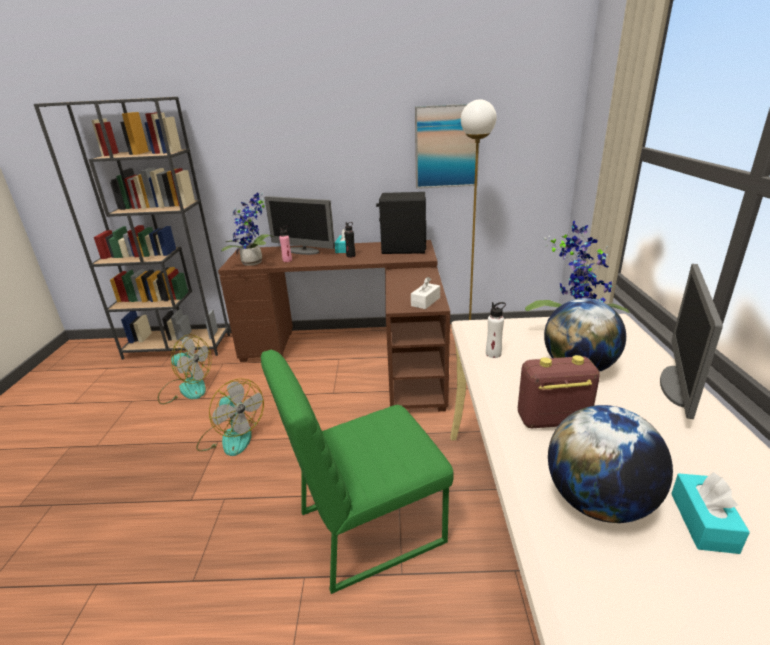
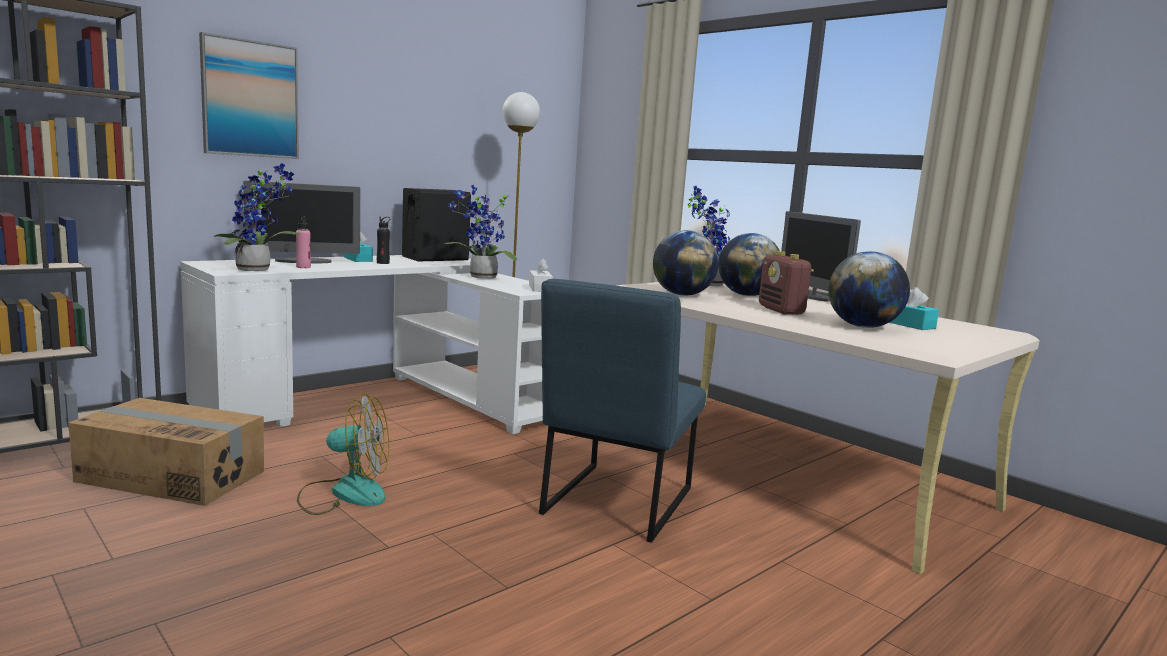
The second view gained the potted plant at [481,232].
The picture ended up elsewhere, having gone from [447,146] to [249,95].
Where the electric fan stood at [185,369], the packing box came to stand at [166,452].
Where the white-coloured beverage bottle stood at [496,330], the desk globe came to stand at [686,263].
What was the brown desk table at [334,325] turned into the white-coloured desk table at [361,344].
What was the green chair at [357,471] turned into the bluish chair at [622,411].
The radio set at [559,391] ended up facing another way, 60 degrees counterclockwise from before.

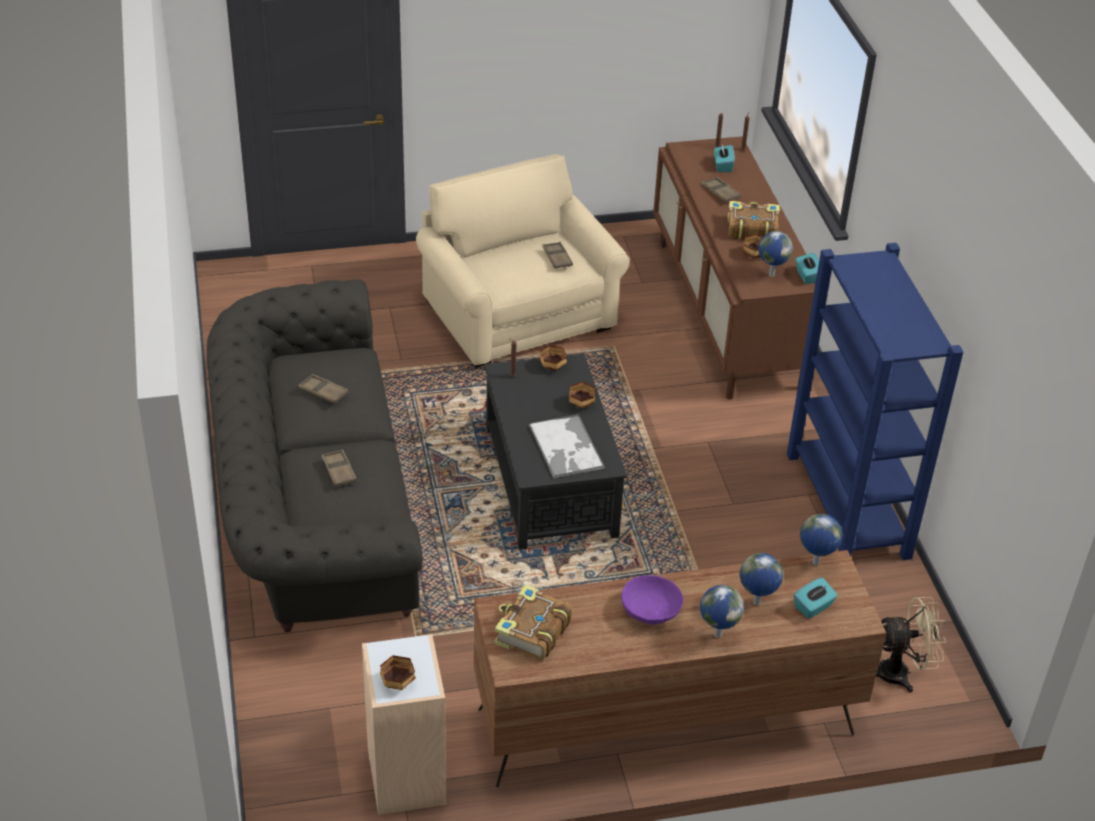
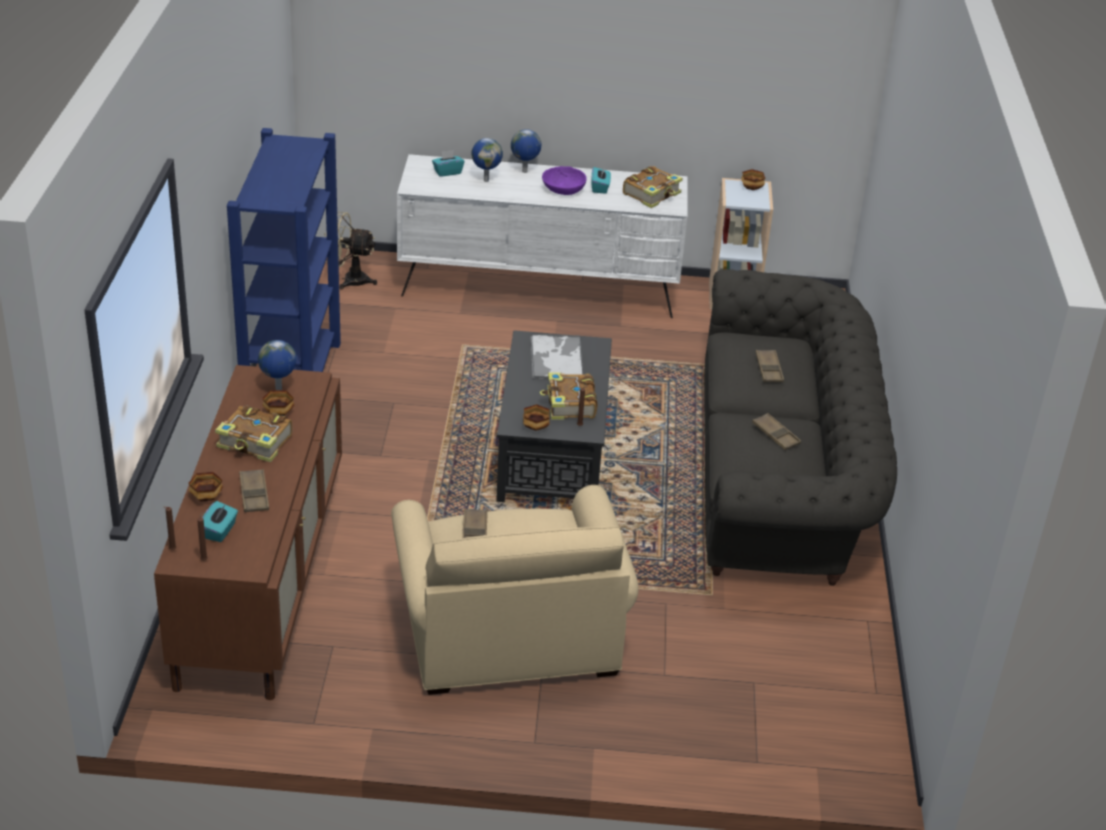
The second view lost the desk globe at [821,540].
The second view gained the bound book at [568,396].
The deep dish ended up elsewhere, having gone from [582,395] to [206,486].
The turquoise-coloured box of tissues ended up elsewhere, having gone from [807,268] to [601,180].
What was the brown media console at [680,668] turned into the white-coloured media console at [542,236].

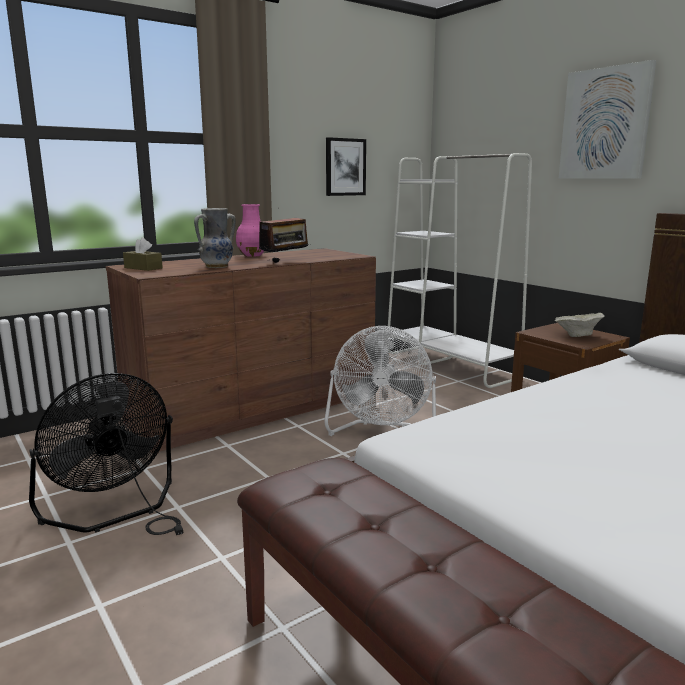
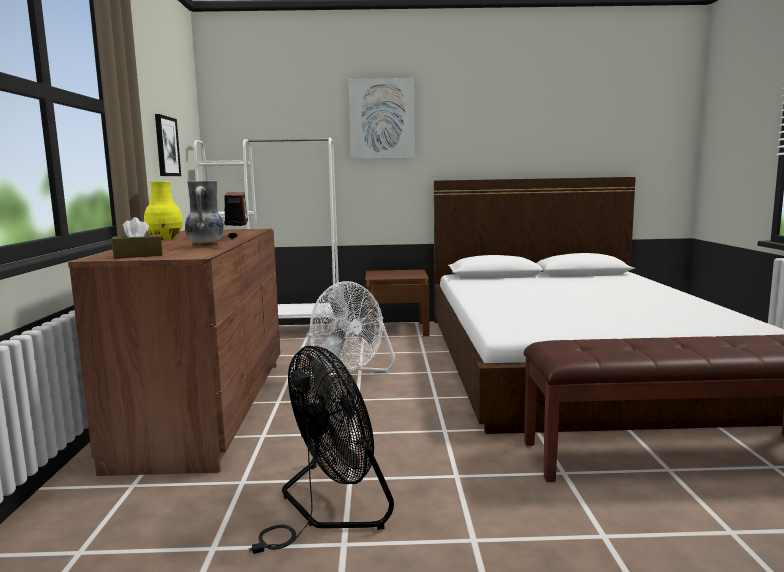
The second view lost the beige-coloured deep dish at [580,325].
What was the pink-coloured flower vase at [250,230] turned into the yellowish flower vase at [163,210].
The black-coloured electric fan at [106,454] ended up facing another way, 150 degrees clockwise from before.

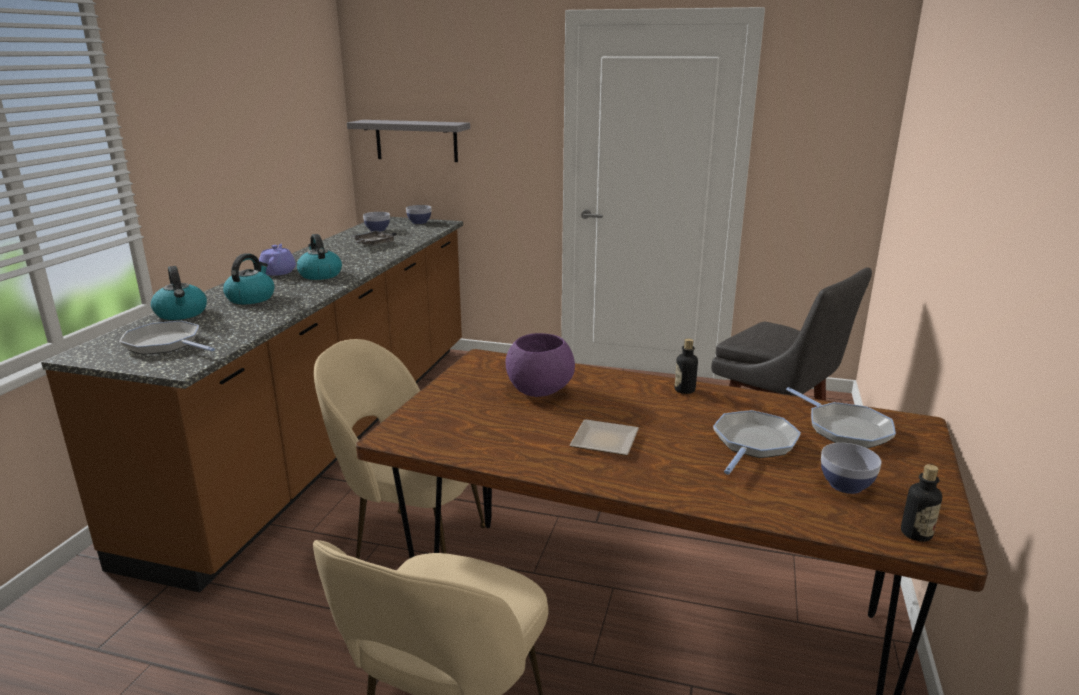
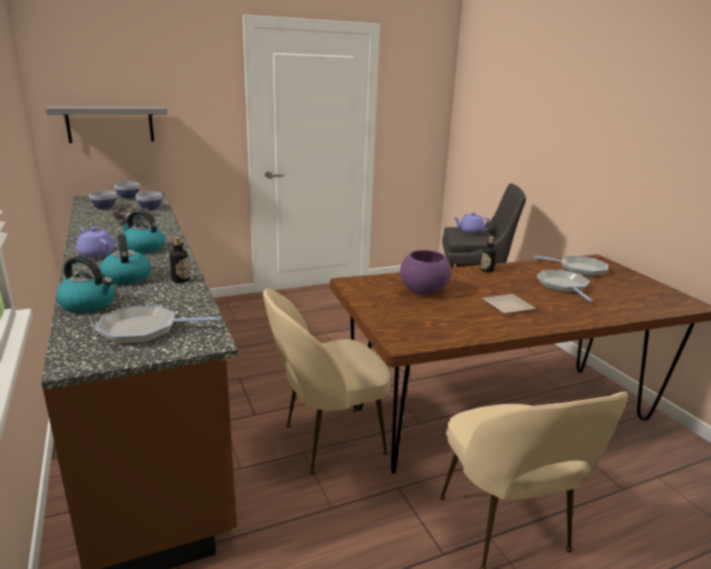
The second view gained the purplish teapot at [471,223].
The deep dish ended up elsewhere, having gone from [851,468] to [149,200].
The beverage bottle ended up elsewhere, having gone from [921,503] to [179,259].

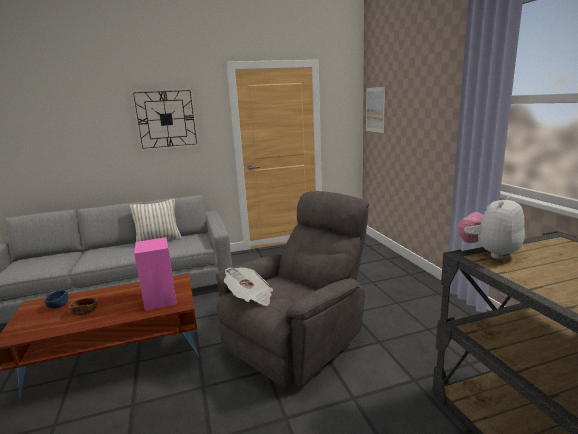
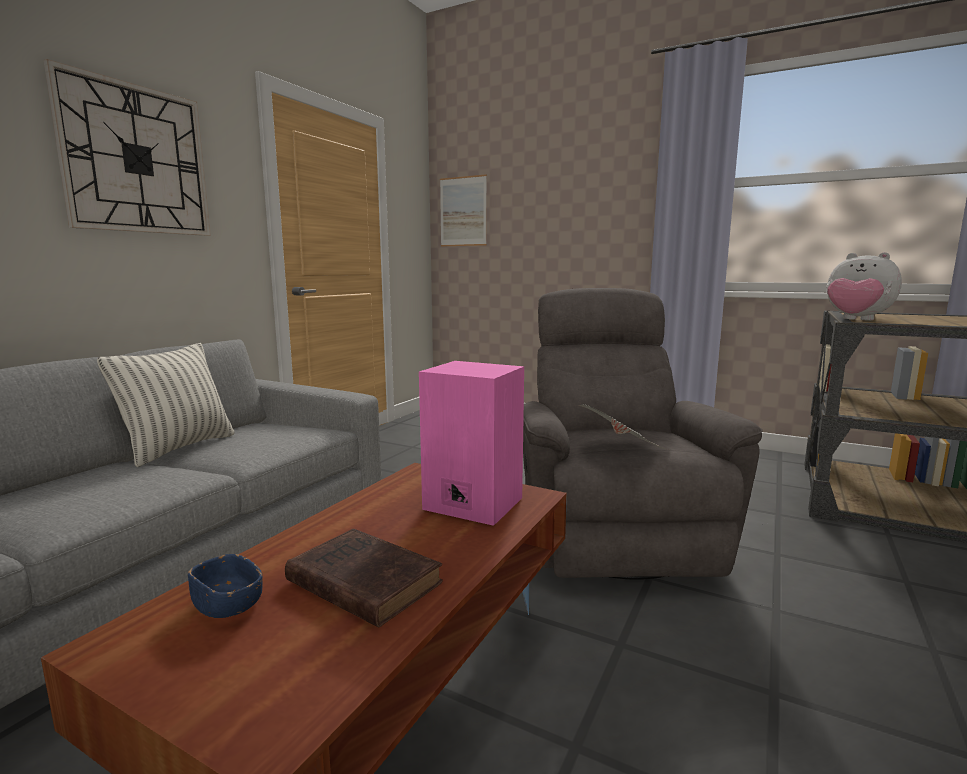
Where the brown deep dish stood at [83,307], the brown bound book came to stand at [364,578].
The soft toy at [491,227] ended up facing another way, 45 degrees counterclockwise from before.

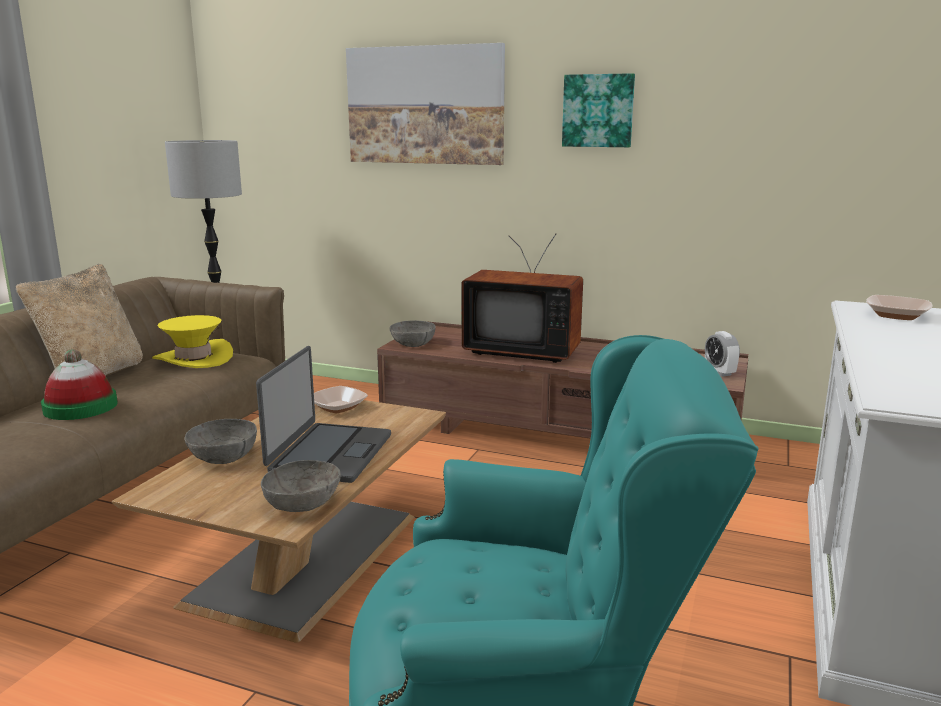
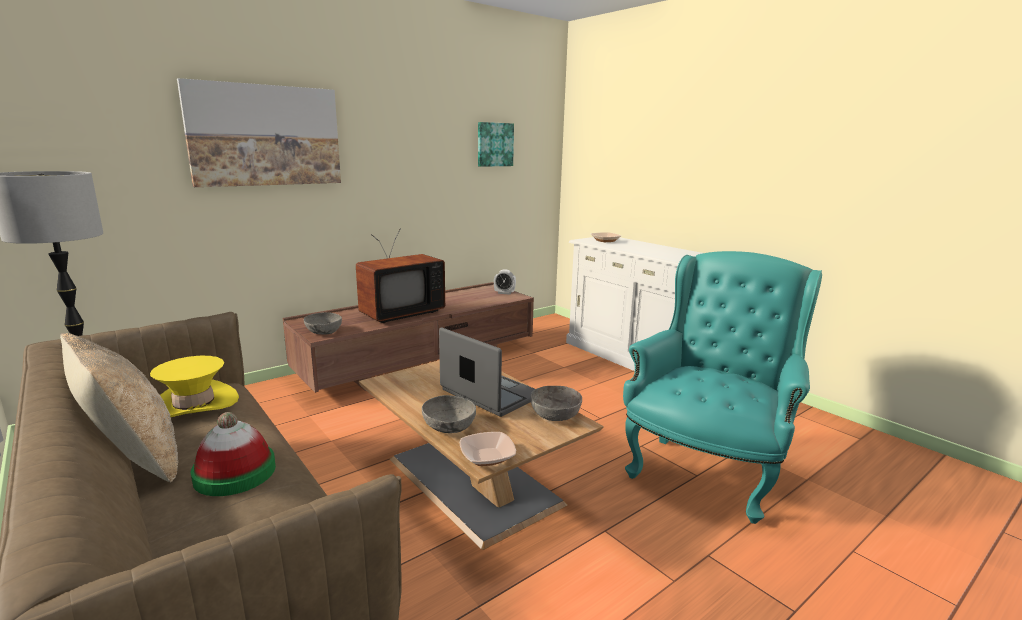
The deep dish ended up elsewhere, having gone from [341,399] to [488,449].
The picture ended up elsewhere, having gone from [598,110] to [496,144].

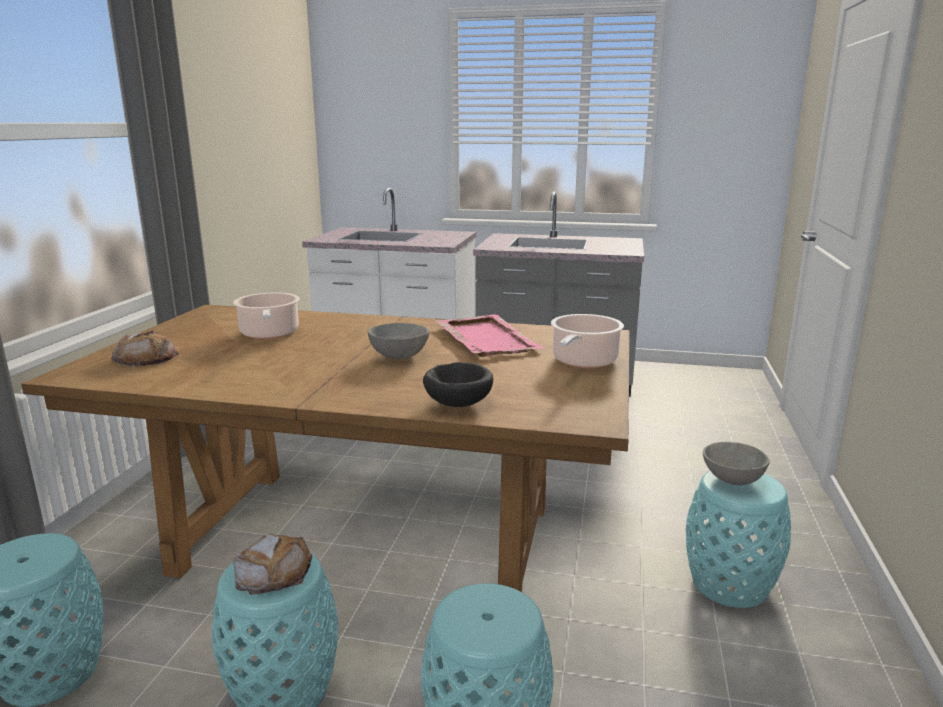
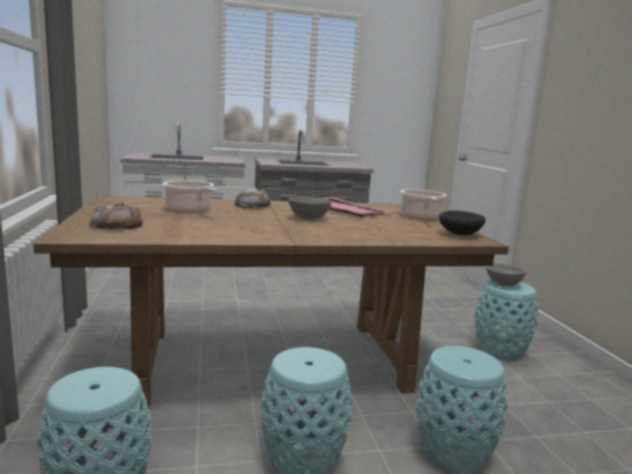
The bakery bread ended up elsewhere, having gone from [272,564] to [253,197].
The black-coloured deep dish ended up elsewhere, having gone from [458,384] to [462,223].

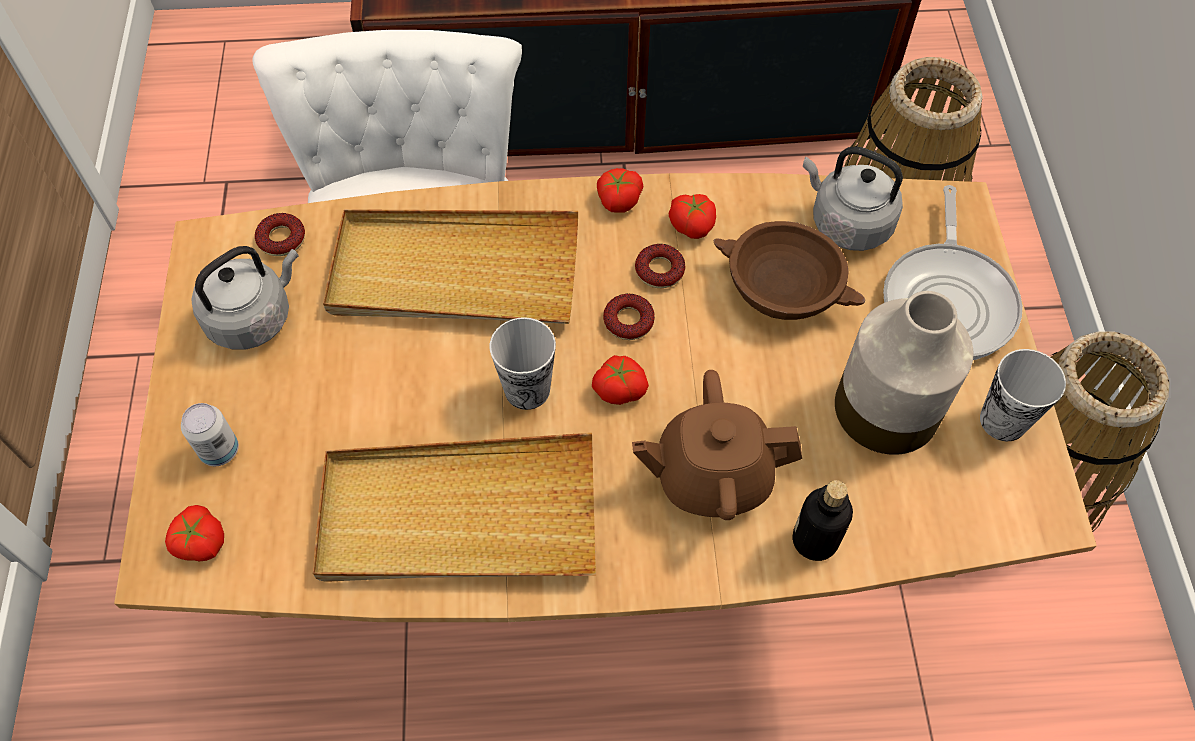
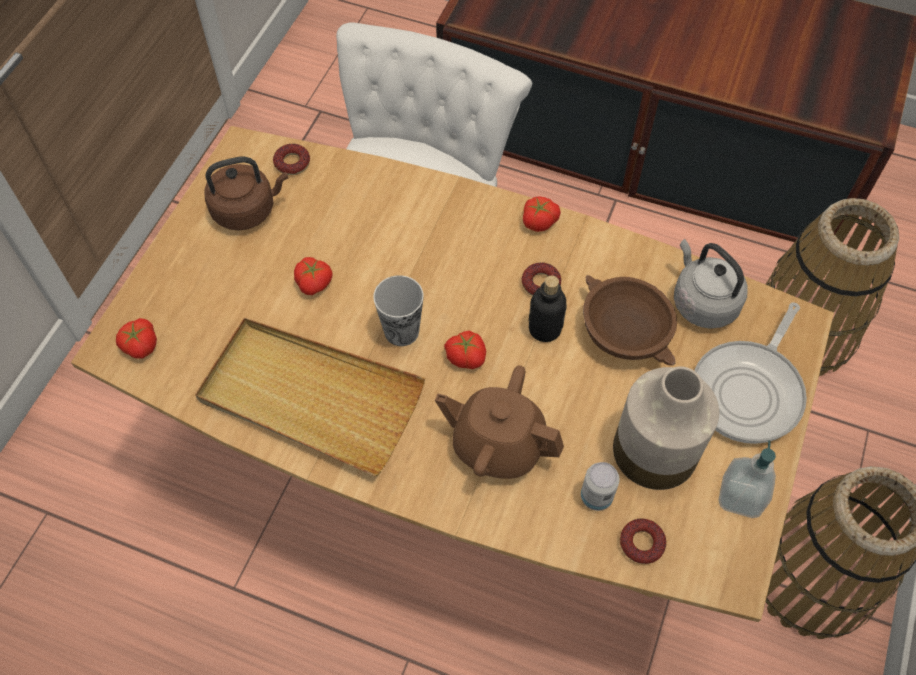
The second view lost the beige-coloured carrying tray at [450,266].
The sealed can ended up elsewhere, having gone from [210,434] to [600,486].
The donut ended up elsewhere, having gone from [629,316] to [643,541].
The whole tomato ended up elsewhere, having gone from [692,216] to [313,276].
The beverage bottle ended up elsewhere, having gone from [823,520] to [548,309].
Where the drinking cup stood at [1023,395], the soap bottle came to stand at [747,479].
What was the gray water kettle at [244,298] turned into the brown water kettle at [246,194].

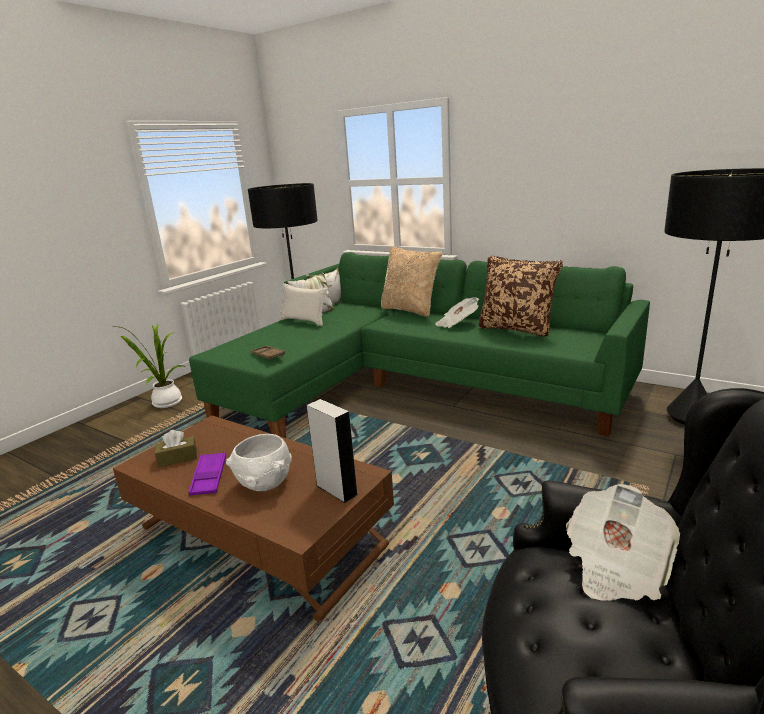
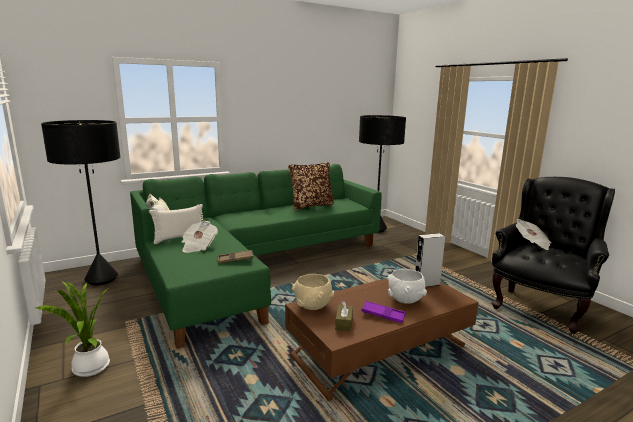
The second view lost the beige-coloured throw pillow at [411,281].
The second view gained the beige-coloured deep dish at [313,292].
The newspaper ended up elsewhere, having gone from [457,312] to [200,237].

